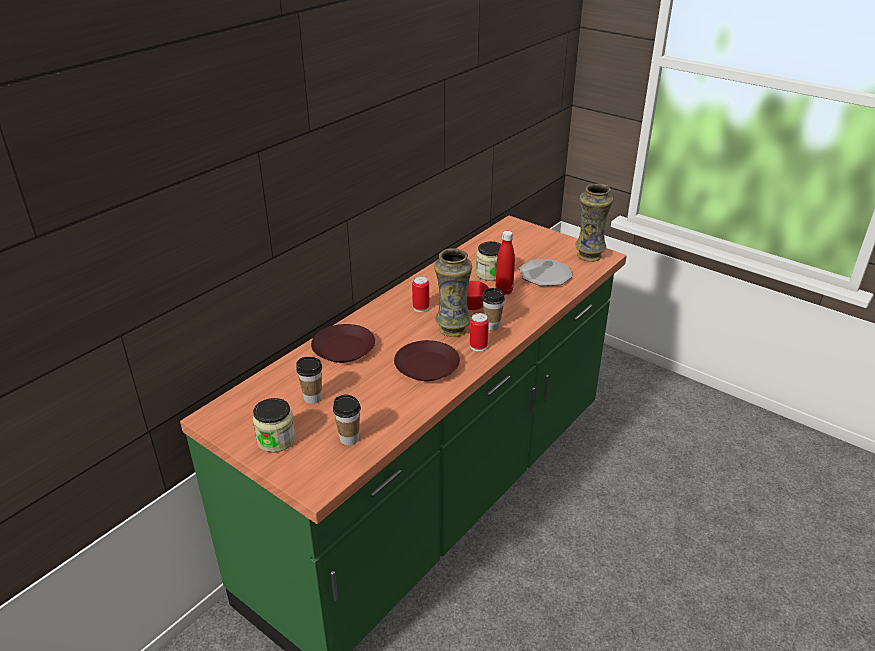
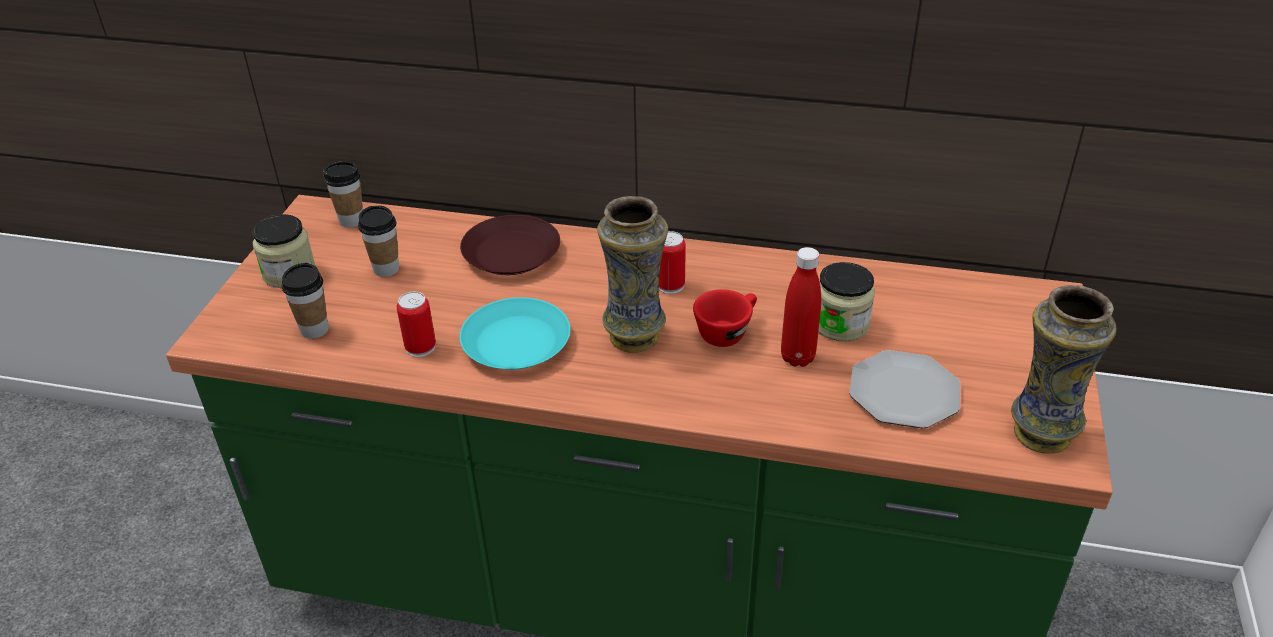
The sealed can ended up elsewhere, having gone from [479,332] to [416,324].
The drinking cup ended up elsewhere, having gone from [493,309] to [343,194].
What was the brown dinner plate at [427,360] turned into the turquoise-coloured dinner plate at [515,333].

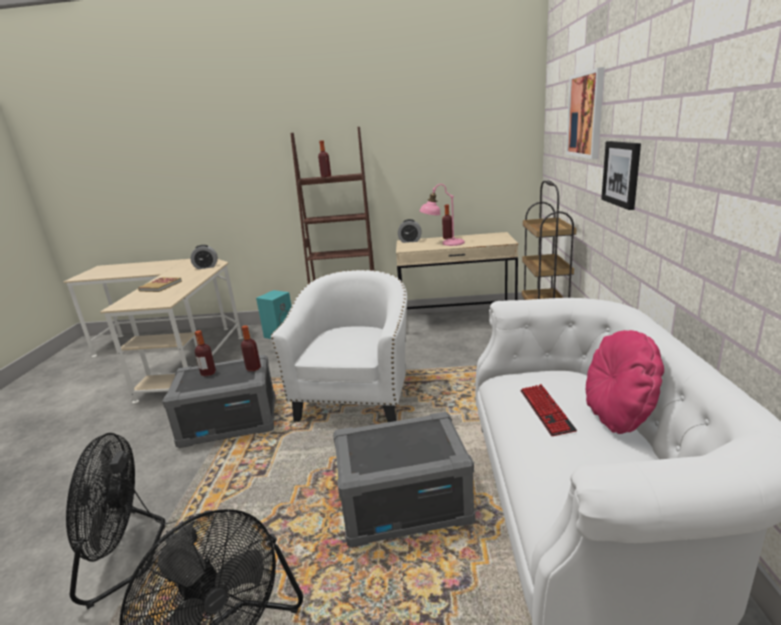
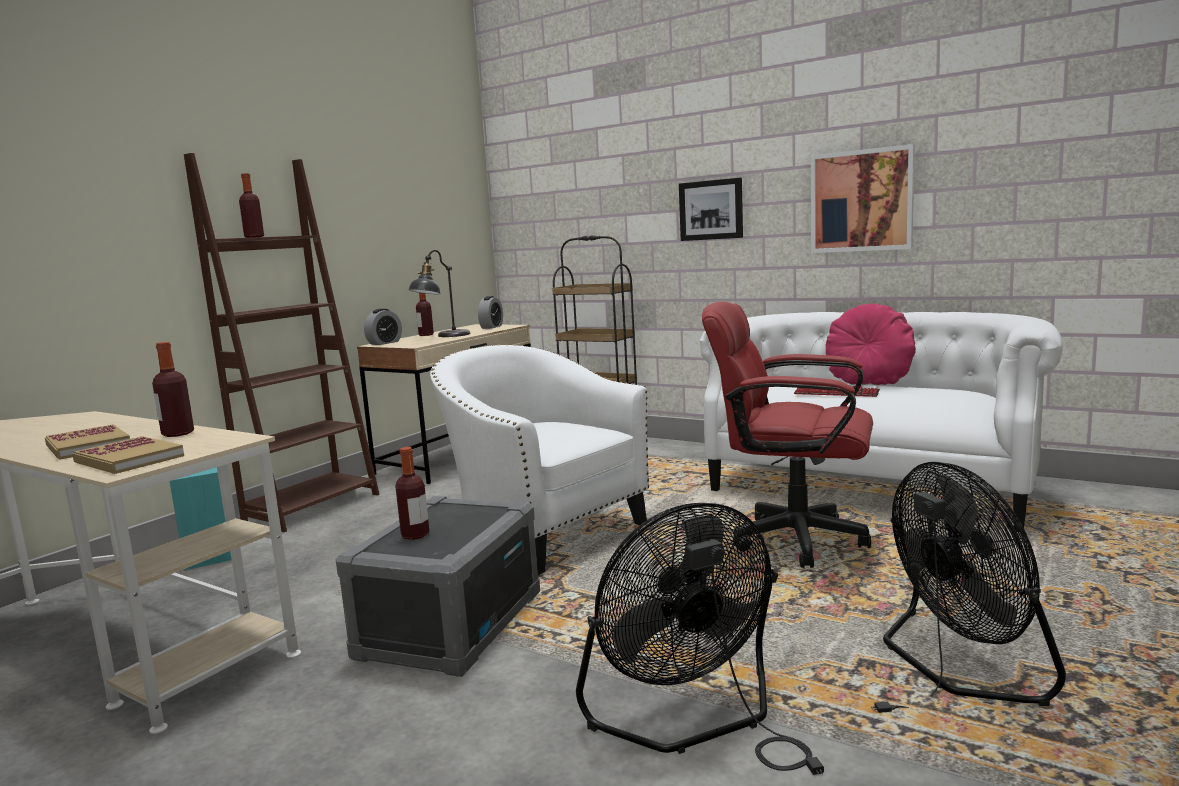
The second view gained the bound book at [128,455].
The bedside clock ended up elsewhere, having gone from [204,257] to [490,312].
The beverage bottle ended up elsewhere, having gone from [251,348] to [173,389].
The picture ended up elsewhere, having gone from [585,113] to [863,198].
Where the gray storage container stood at [404,480], the reddish computer chair came to stand at [787,435].
What was the pink-coloured lamp for a table at [442,215] turned into the gray lamp for a table at [439,293].
The black-coloured electric fan at [139,521] ended up facing another way, 135 degrees clockwise from before.

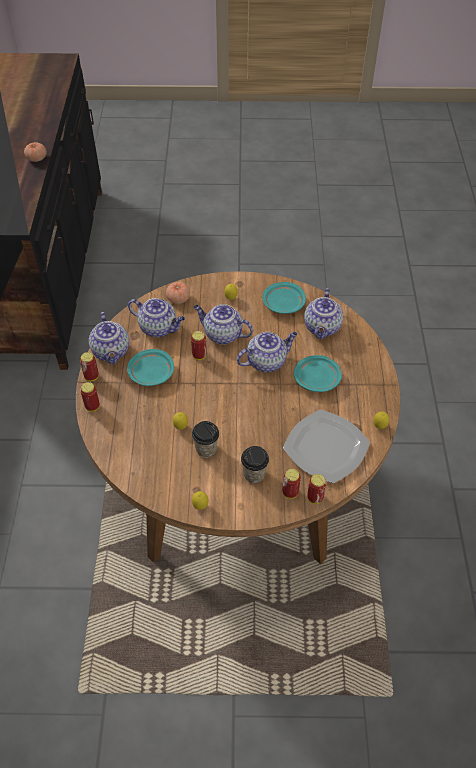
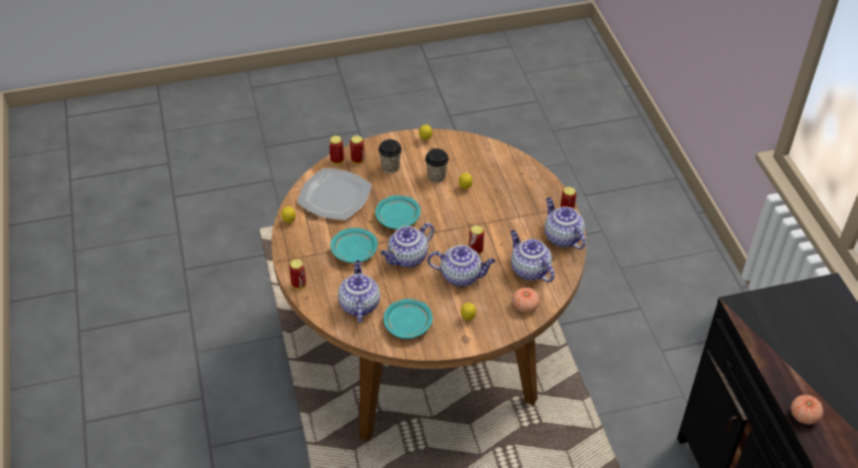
The sealed can ended up elsewhere, having gone from [90,397] to [297,274].
The turquoise-coloured dinner plate ended up elsewhere, having gone from [150,367] to [398,212].
The teapot at [156,317] ended up facing another way, 45 degrees clockwise from before.

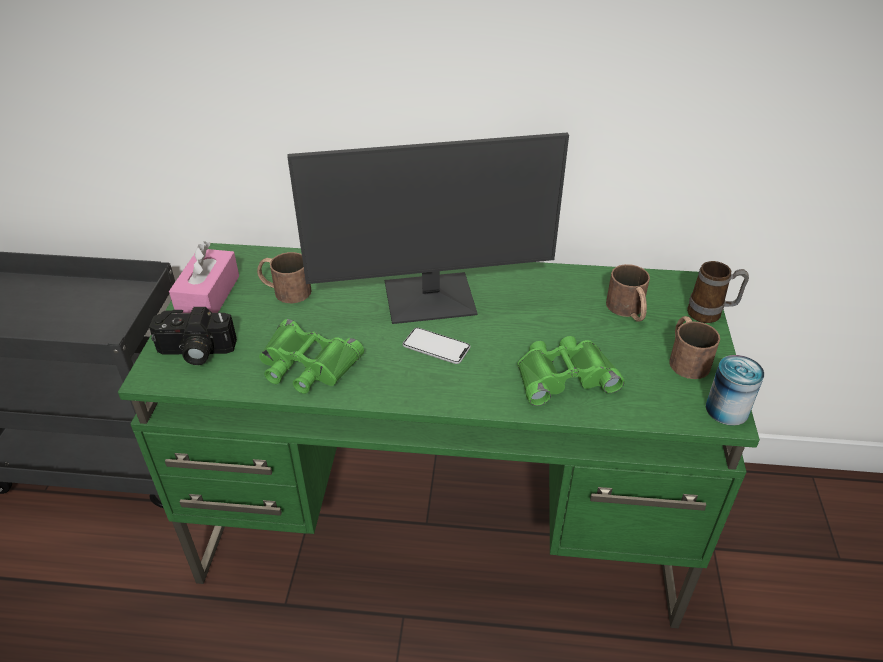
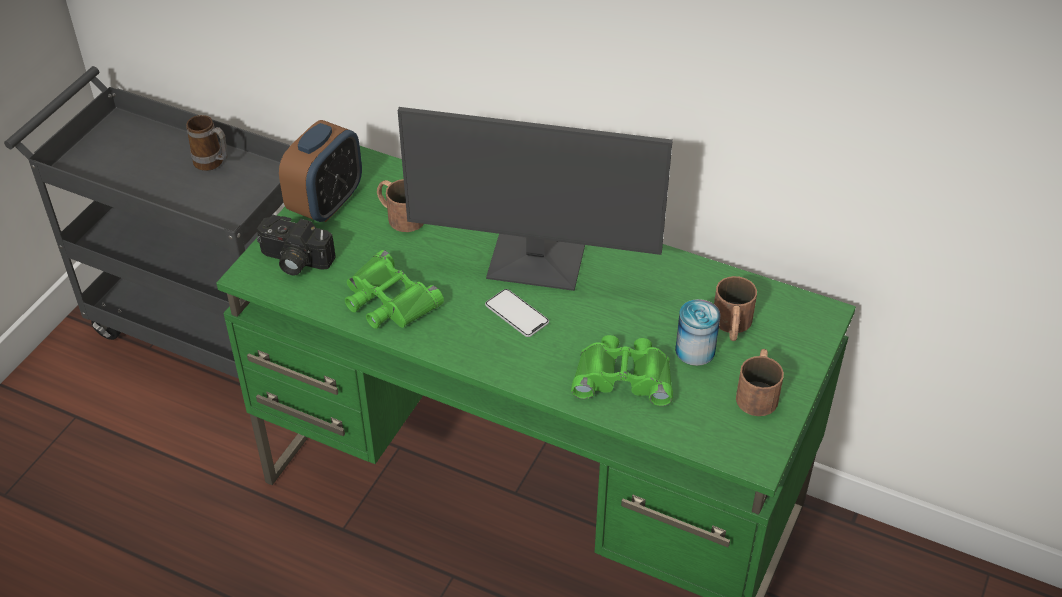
The mug ended up elsewhere, having gone from [718,292] to [207,143].
The sealed can ended up elsewhere, having gone from [735,390] to [698,332].
Where the pink-coloured box of tissues stood at [204,277], the bedside clock came to stand at [320,171].

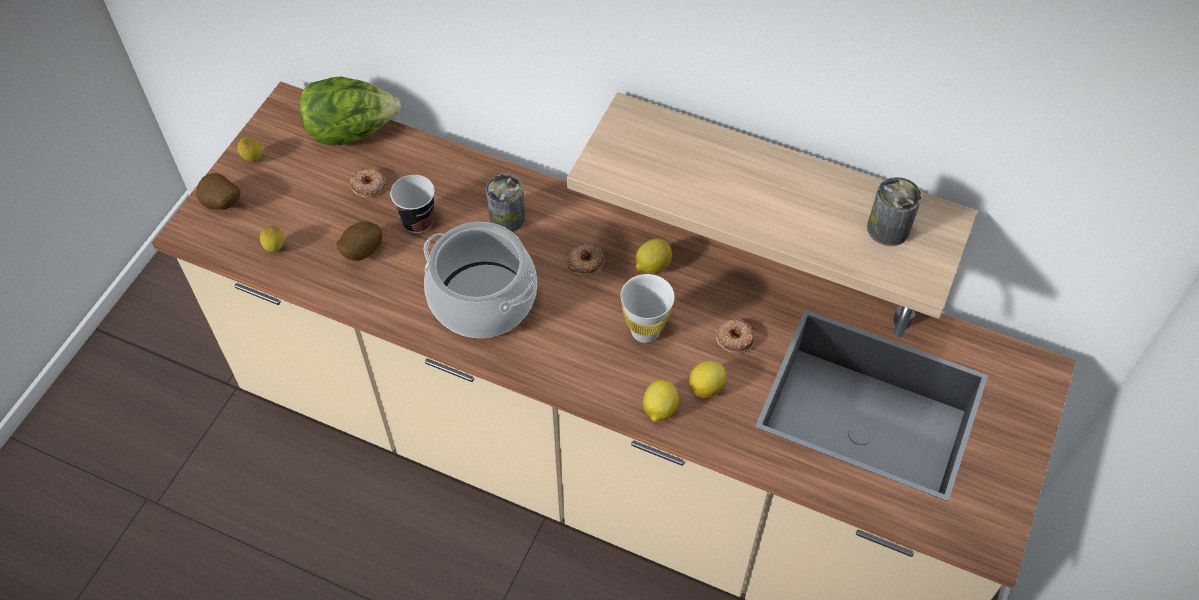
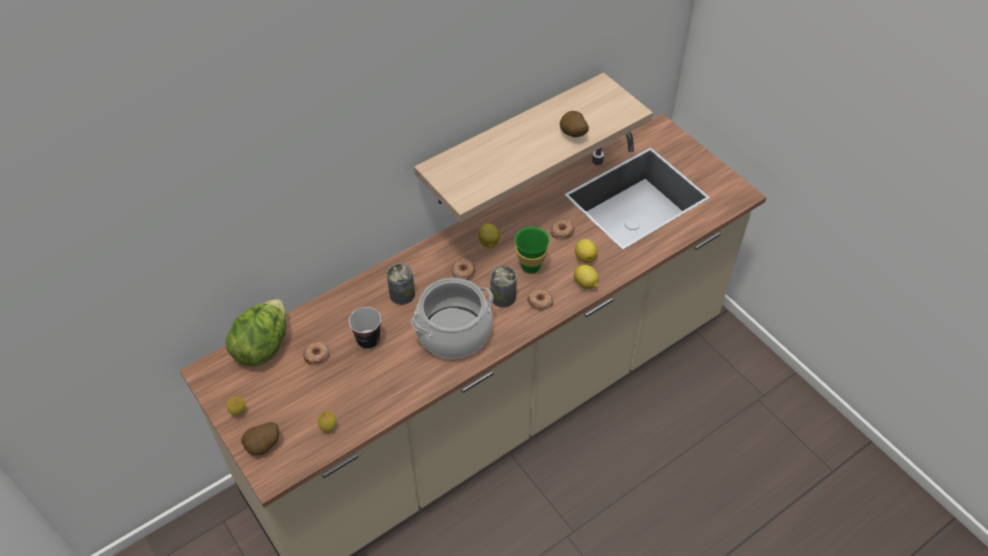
The second view gained the donut at [540,299].
The whole potato ended up elsewhere, having gone from [359,241] to [574,124].
The sealed can ended up elsewhere, having gone from [894,211] to [504,287].
What was the white-coloured drinking cup at [648,308] turned into the green drinking cup at [532,250].

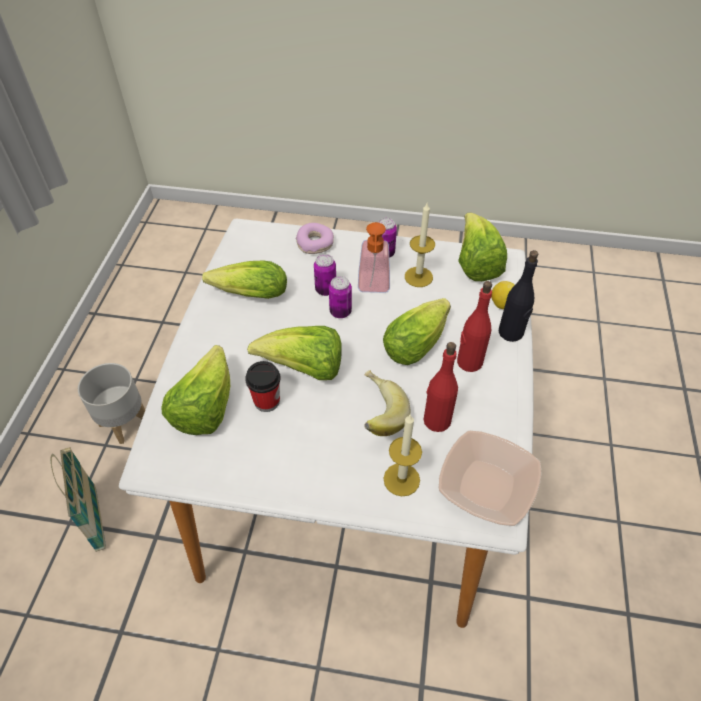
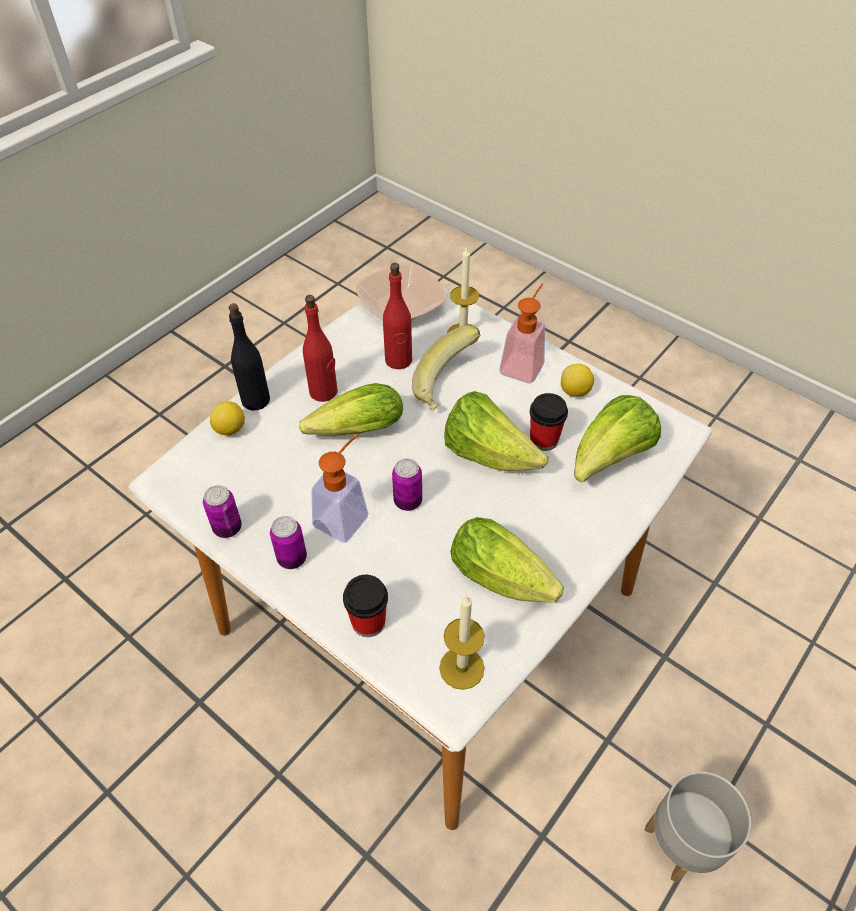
The second view lost the basket at [78,499].
The second view lost the lettuce at [482,247].
The second view gained the soap bottle at [522,333].
The second view gained the whole lemon at [577,380].
The sealed can ended up elsewhere, having gone from [325,275] to [222,511].
The candle ended up elsewhere, having gone from [420,245] to [462,643].
Where the donut stood at [315,238], the drinking cup came to stand at [365,605].

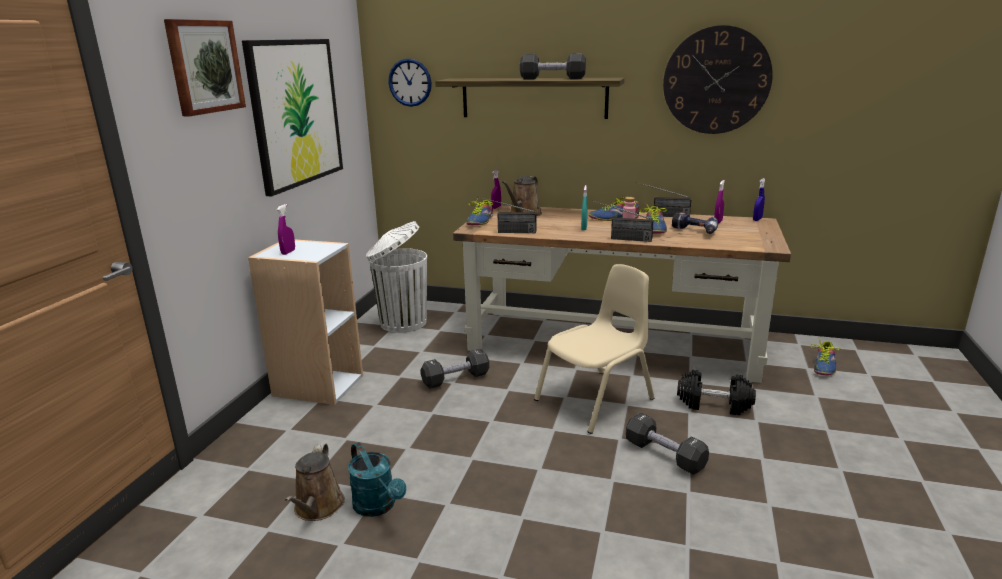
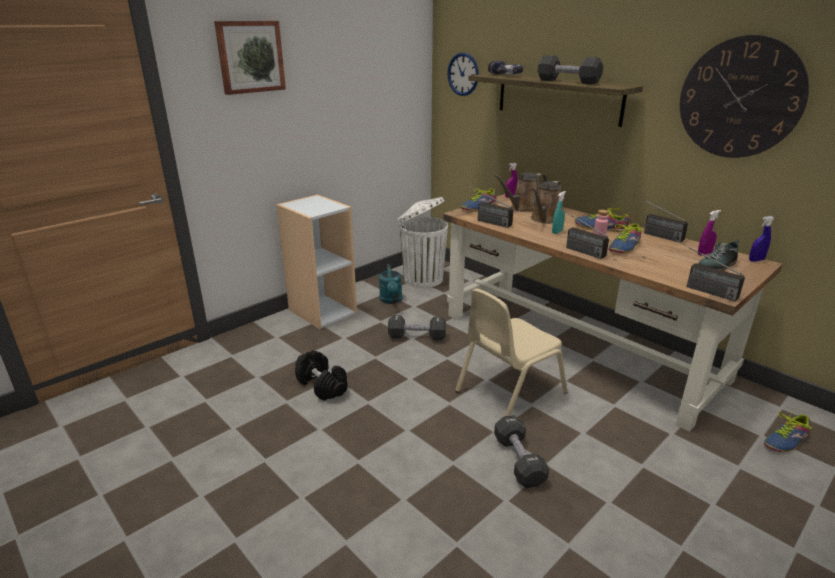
The second view lost the picture at [292,117].
The second view lost the purplish spray bottle at [286,229].
The second view gained the radio set at [709,270].
The second view gained the low shoe at [718,255].
The brown watering can ended up elsewhere, having gone from [315,482] to [546,202].
The turquoise-coloured watering can ended up elsewhere, having gone from [377,479] to [390,284].
The power drill ended up elsewhere, having gone from [695,223] to [505,67].
The black-coloured free weight ended up elsewhere, having gone from [716,392] to [321,375].
The beige-coloured chair at [594,349] ended up facing another way, 150 degrees clockwise from before.

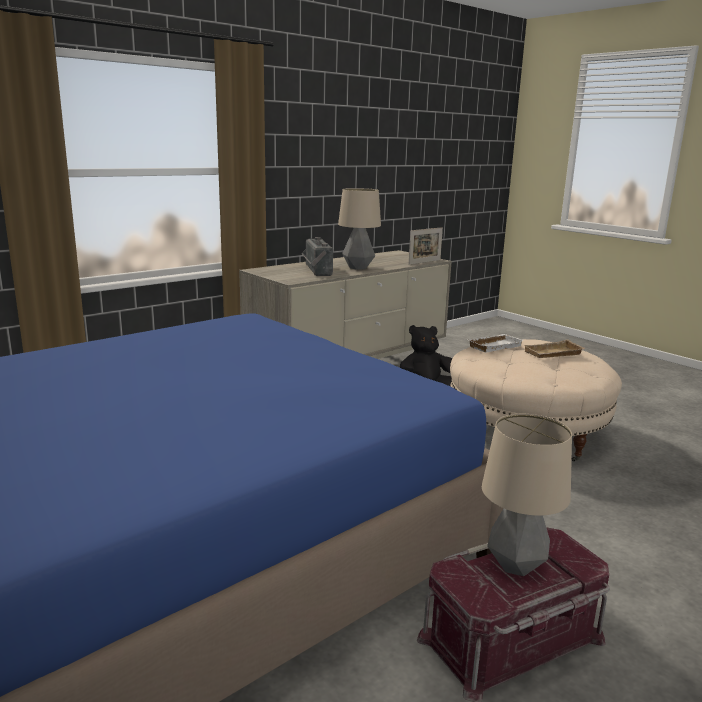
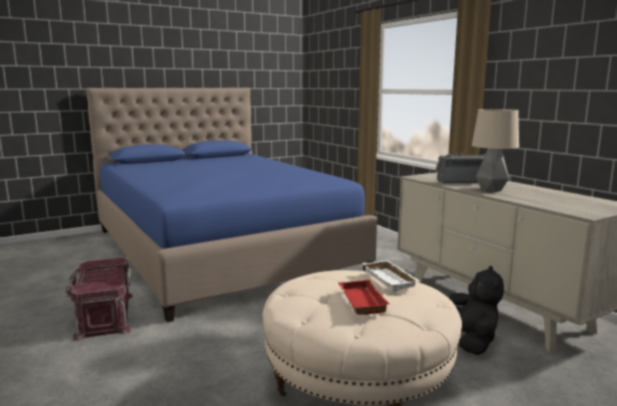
The second view lost the standing frame at [426,246].
The second view lost the lamp for a table at [527,495].
What was the beige-coloured carrying tray at [554,348] turned into the reddish carrying tray at [364,297].

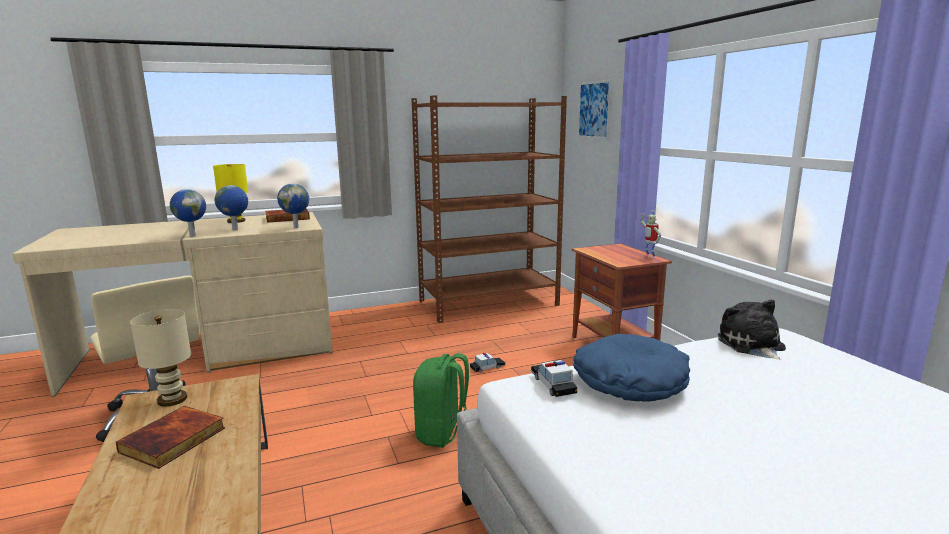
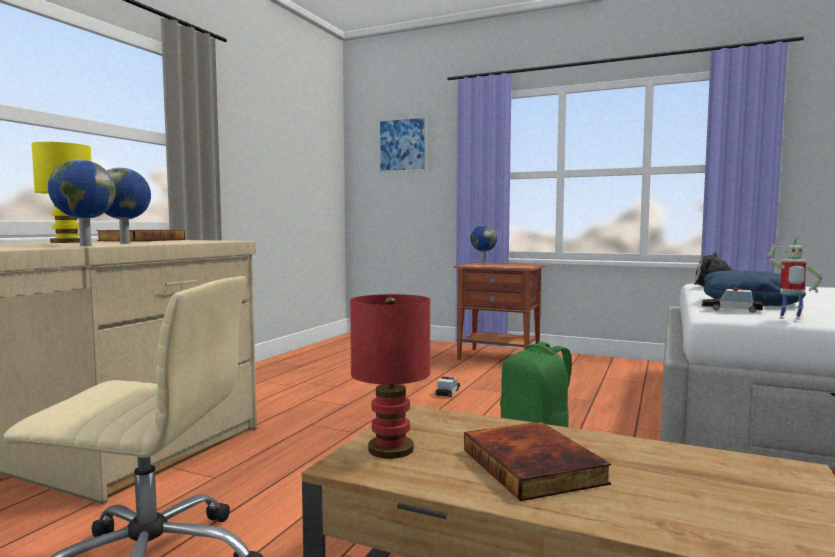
The second view lost the brown bookshelf at [489,209].
The desk globe ended up elsewhere, having gone from [293,205] to [483,244].
The toy robot ended up elsewhere, having gone from [650,234] to [794,279].
What was the beige-coloured lamp for a table at [160,358] turned into the reddish lamp for a table at [390,376].

